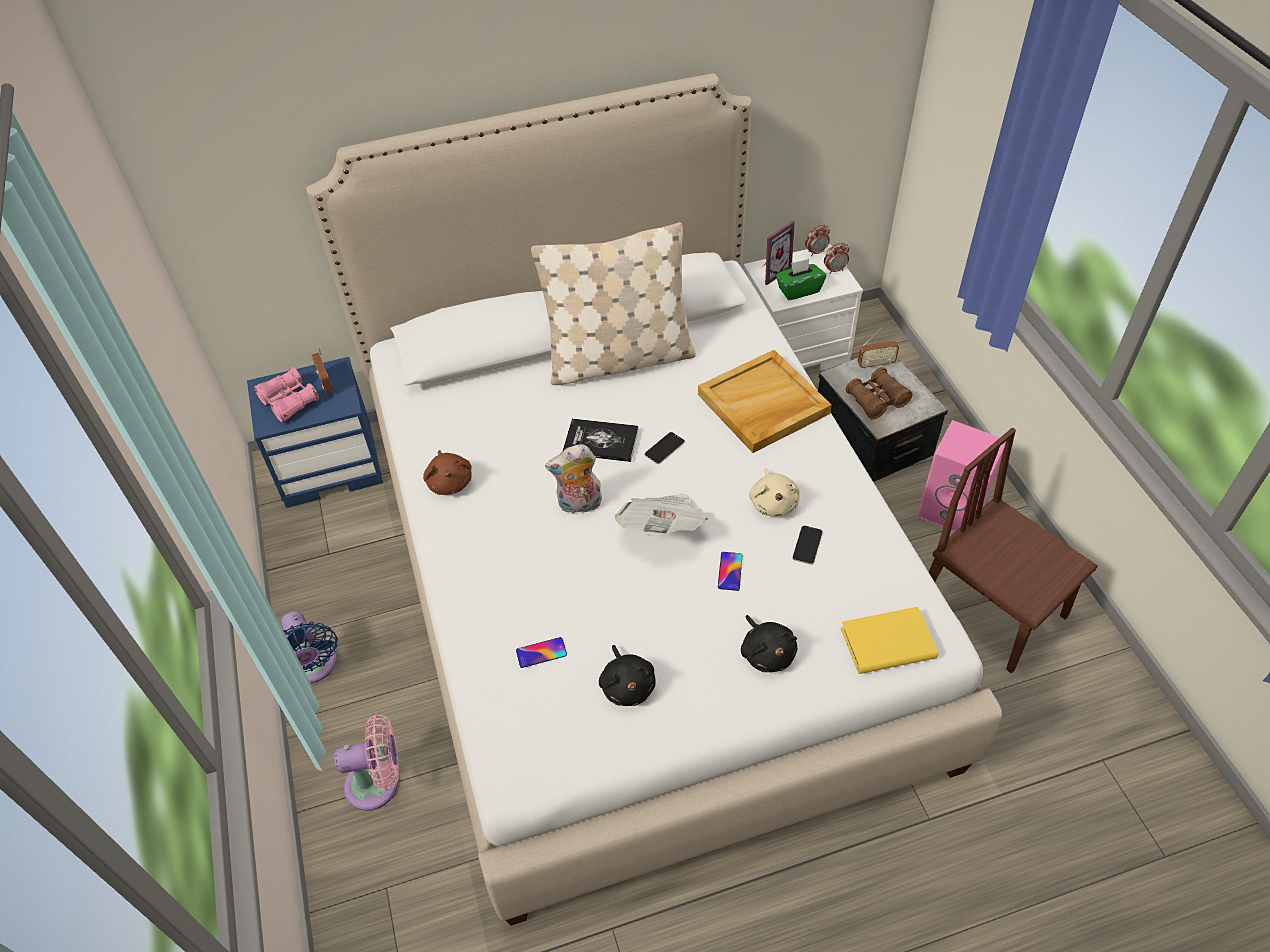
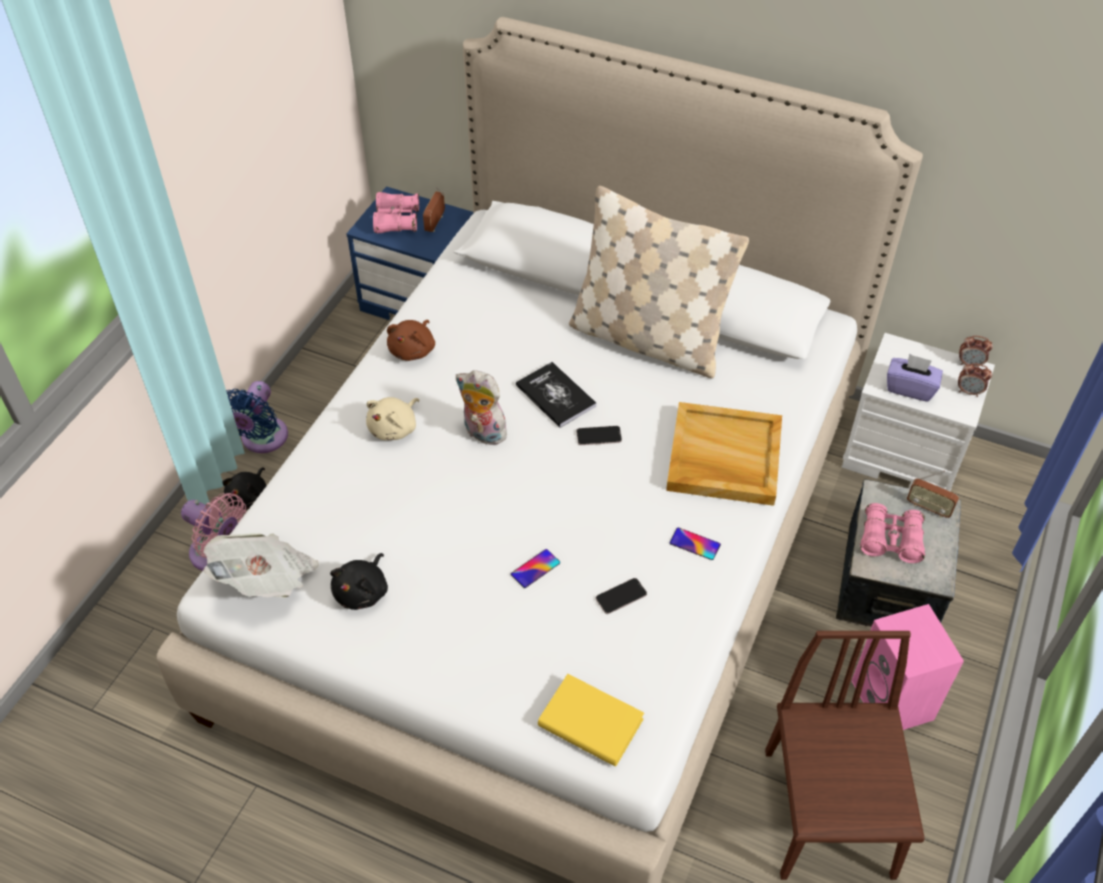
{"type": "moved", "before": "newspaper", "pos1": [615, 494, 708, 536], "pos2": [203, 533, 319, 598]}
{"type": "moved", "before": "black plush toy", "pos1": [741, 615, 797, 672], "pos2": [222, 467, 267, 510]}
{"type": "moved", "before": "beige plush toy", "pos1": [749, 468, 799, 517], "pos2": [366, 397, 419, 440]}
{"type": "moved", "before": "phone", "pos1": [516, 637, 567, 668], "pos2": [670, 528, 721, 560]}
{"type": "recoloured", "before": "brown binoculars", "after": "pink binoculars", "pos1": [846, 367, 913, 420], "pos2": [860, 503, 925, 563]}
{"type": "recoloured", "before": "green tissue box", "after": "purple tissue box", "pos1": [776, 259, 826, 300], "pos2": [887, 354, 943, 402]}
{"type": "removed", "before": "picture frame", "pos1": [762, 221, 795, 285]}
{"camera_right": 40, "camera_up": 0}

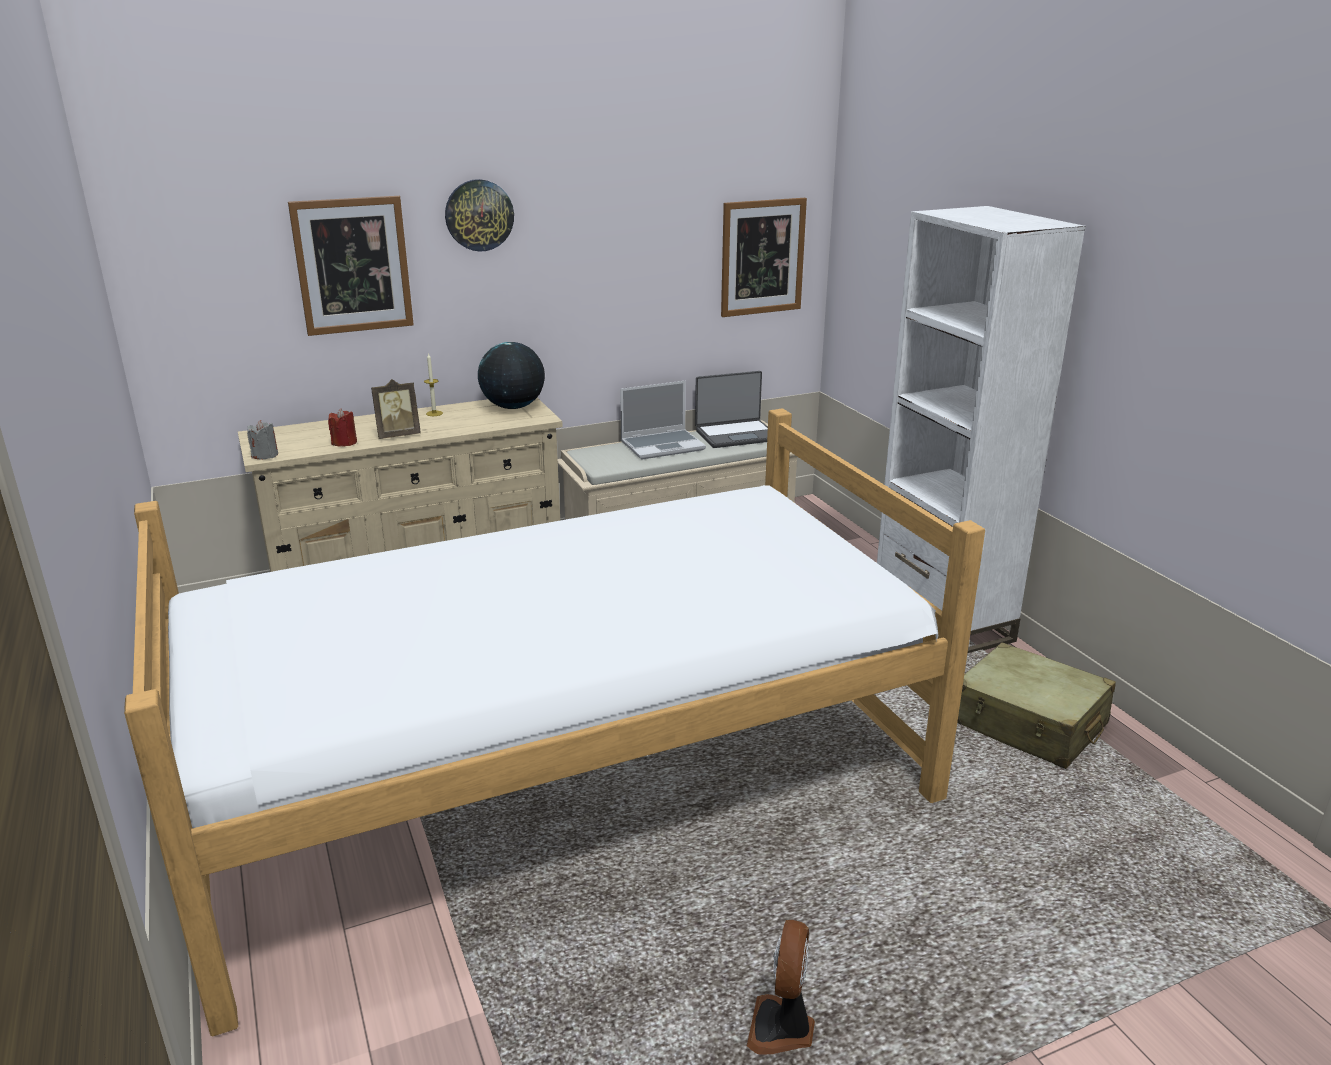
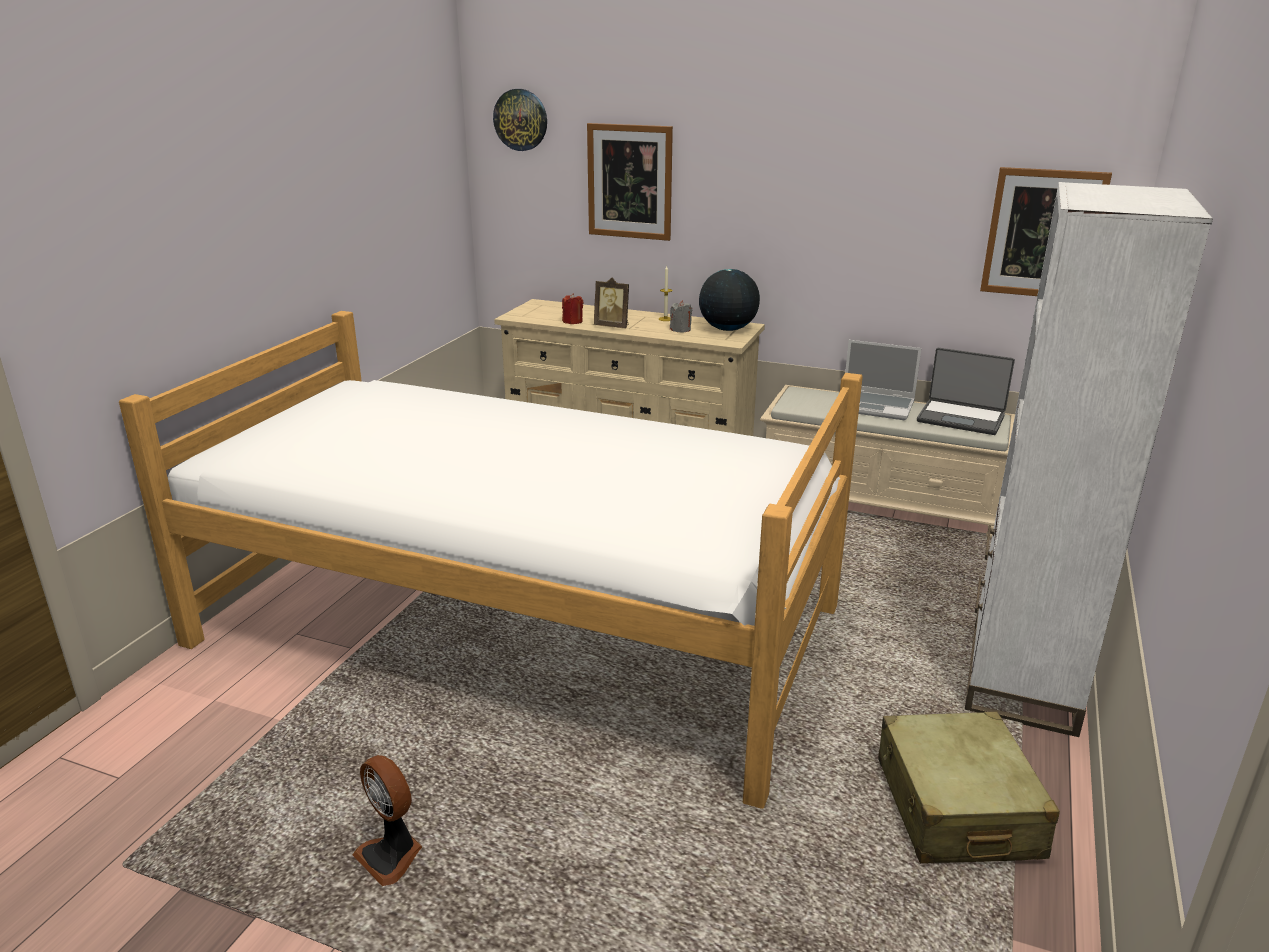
{"type": "turned", "before": "fan", "pos1": [747, 920, 815, 1055], "pos2": [353, 755, 422, 886], "turn": -105}
{"type": "moved", "before": "wall clock", "pos1": [445, 179, 514, 252], "pos2": [493, 89, 547, 151]}
{"type": "moved", "before": "grey candle", "pos1": [247, 420, 278, 459], "pos2": [670, 300, 692, 333]}
{"camera_right": 45, "camera_up": 0}

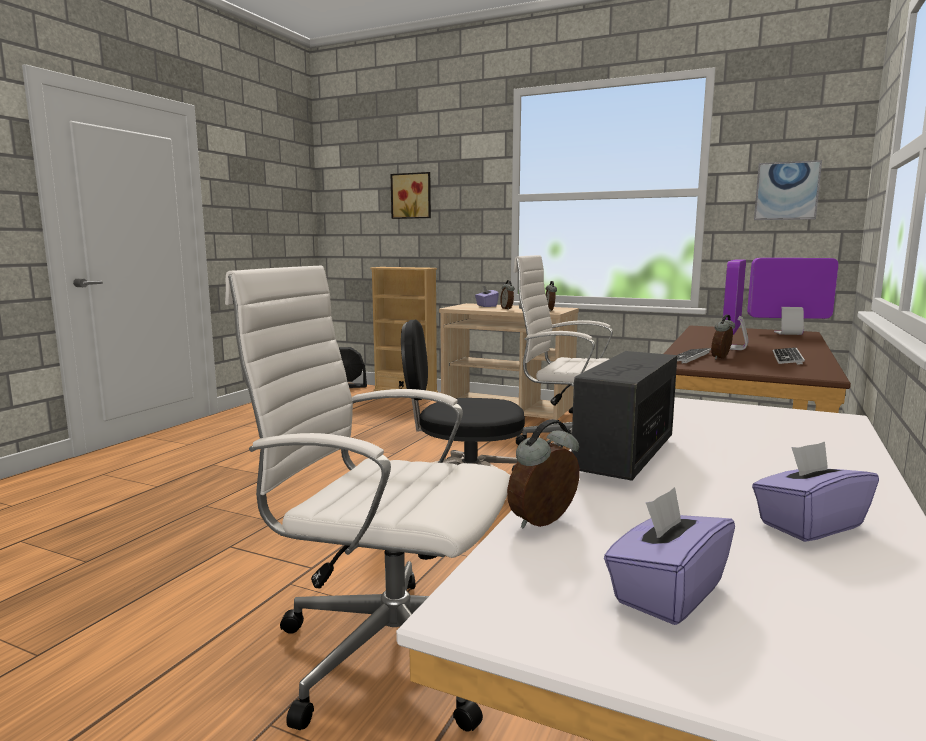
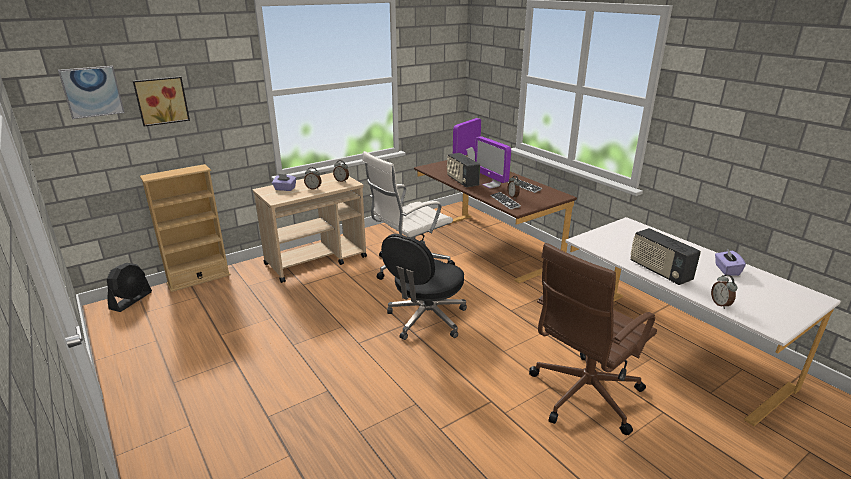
{"type": "moved", "before": "picture", "pos1": [754, 160, 822, 220], "pos2": [58, 66, 125, 119]}
{"type": "added", "after": "radio", "pos2": [447, 153, 480, 188]}
{"type": "recoloured", "before": "white office chair", "after": "brown office chair", "pos1": [225, 265, 510, 732], "pos2": [529, 243, 657, 435]}
{"type": "removed", "before": "purple tissue box", "pos1": [604, 487, 735, 625]}
{"camera_right": -60, "camera_up": 15}

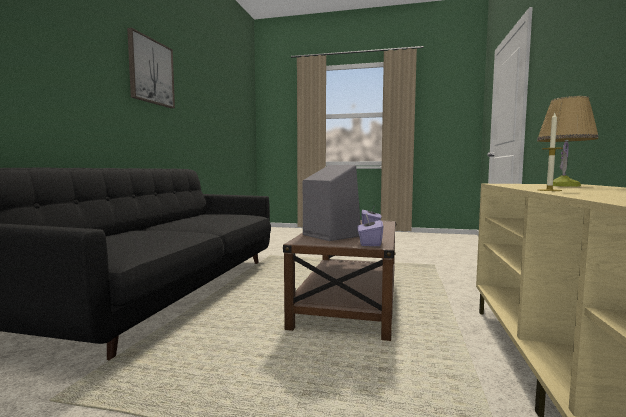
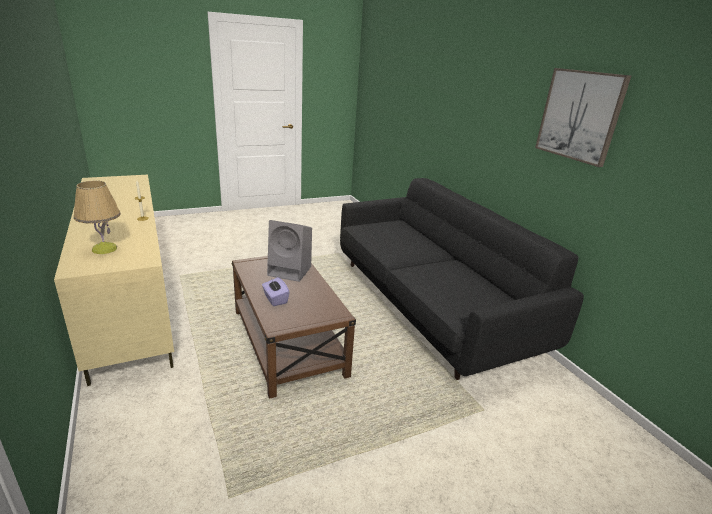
{"type": "removed", "before": "purple tissue box", "pos1": [357, 213, 383, 246]}
{"camera_right": 140, "camera_up": 20}

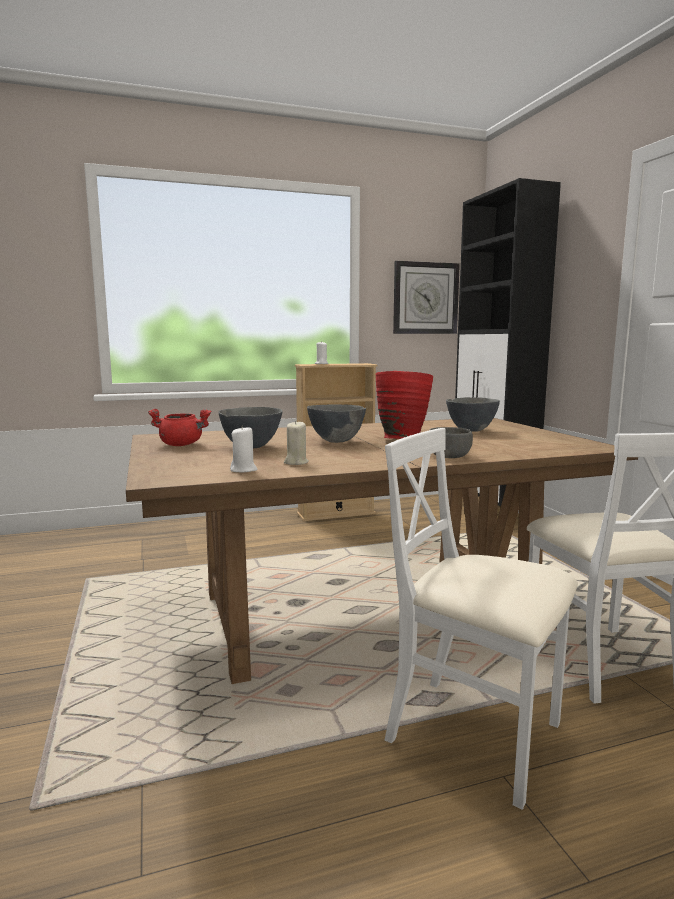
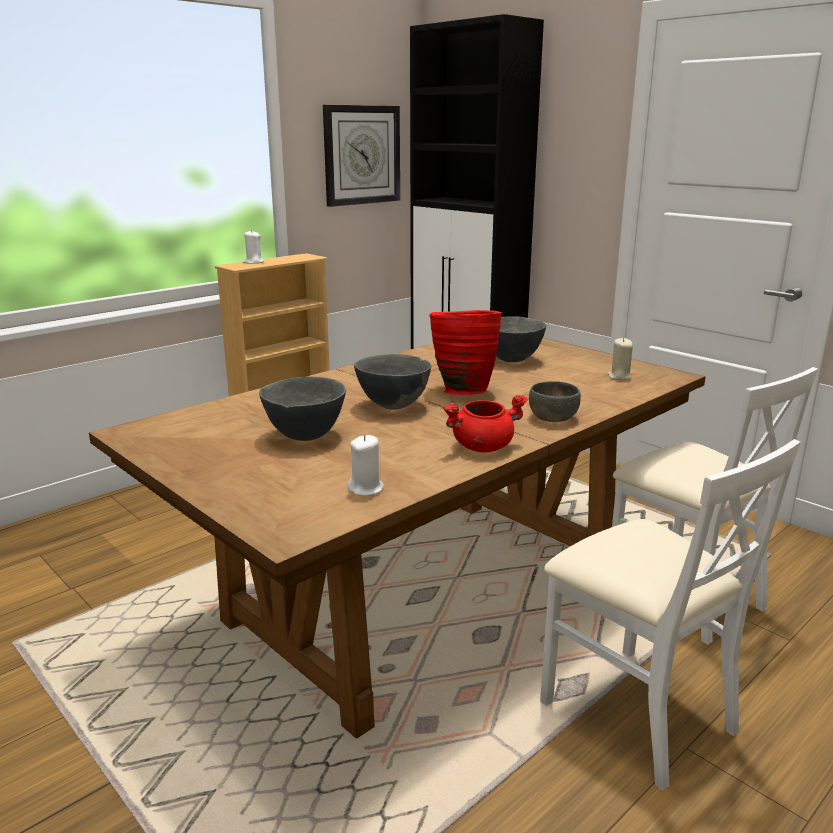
{"type": "moved", "before": "red cooking pot", "pos1": [148, 409, 211, 446], "pos2": [443, 395, 528, 452]}
{"type": "turned", "before": "white chair", "pos1": [385, 428, 578, 810], "pos2": [540, 439, 801, 790], "turn": -135}
{"type": "moved", "before": "beige candle", "pos1": [284, 420, 309, 465], "pos2": [607, 338, 633, 380]}
{"camera_right": -25, "camera_up": 10}

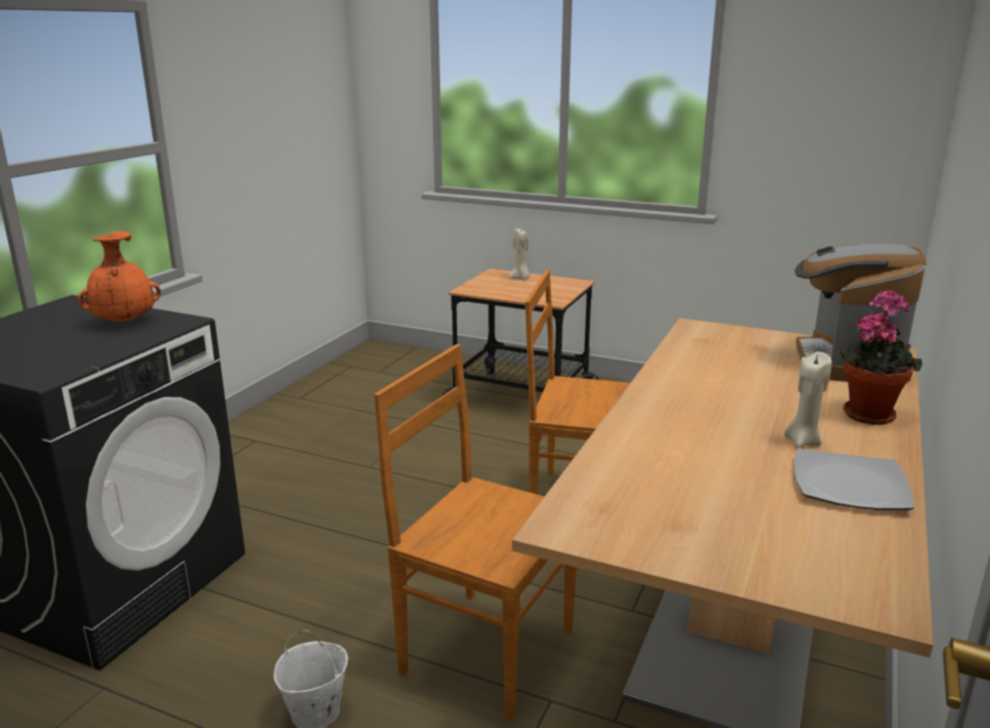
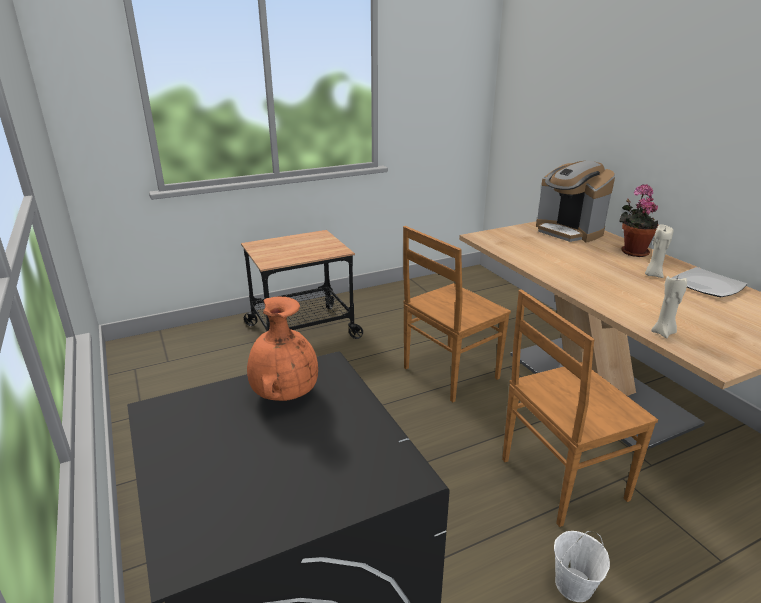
{"type": "moved", "before": "beige candle", "pos1": [509, 229, 531, 279], "pos2": [651, 274, 687, 338]}
{"camera_right": -50, "camera_up": 5}

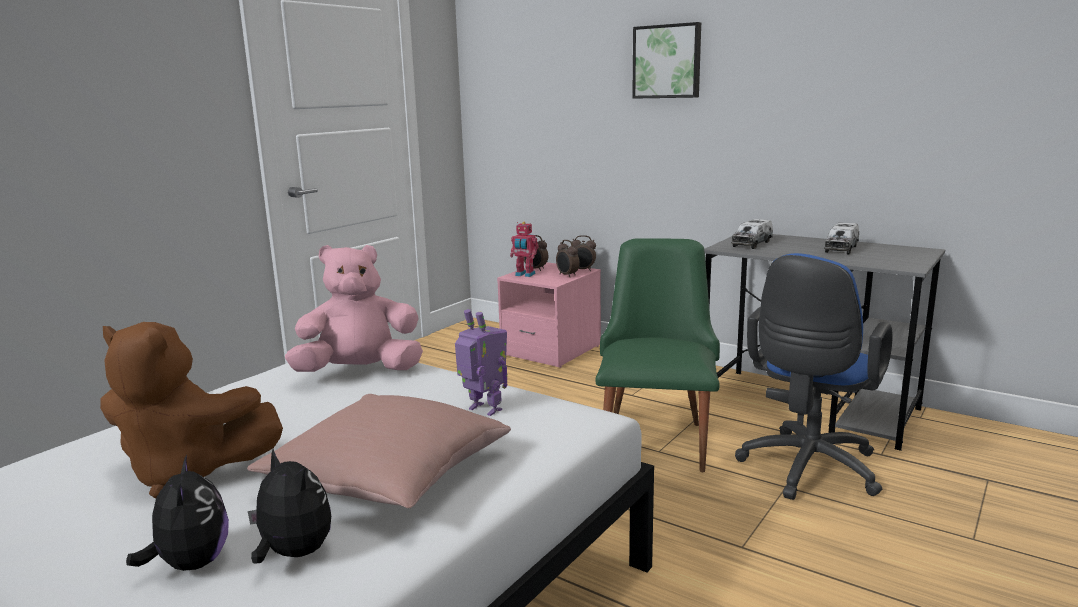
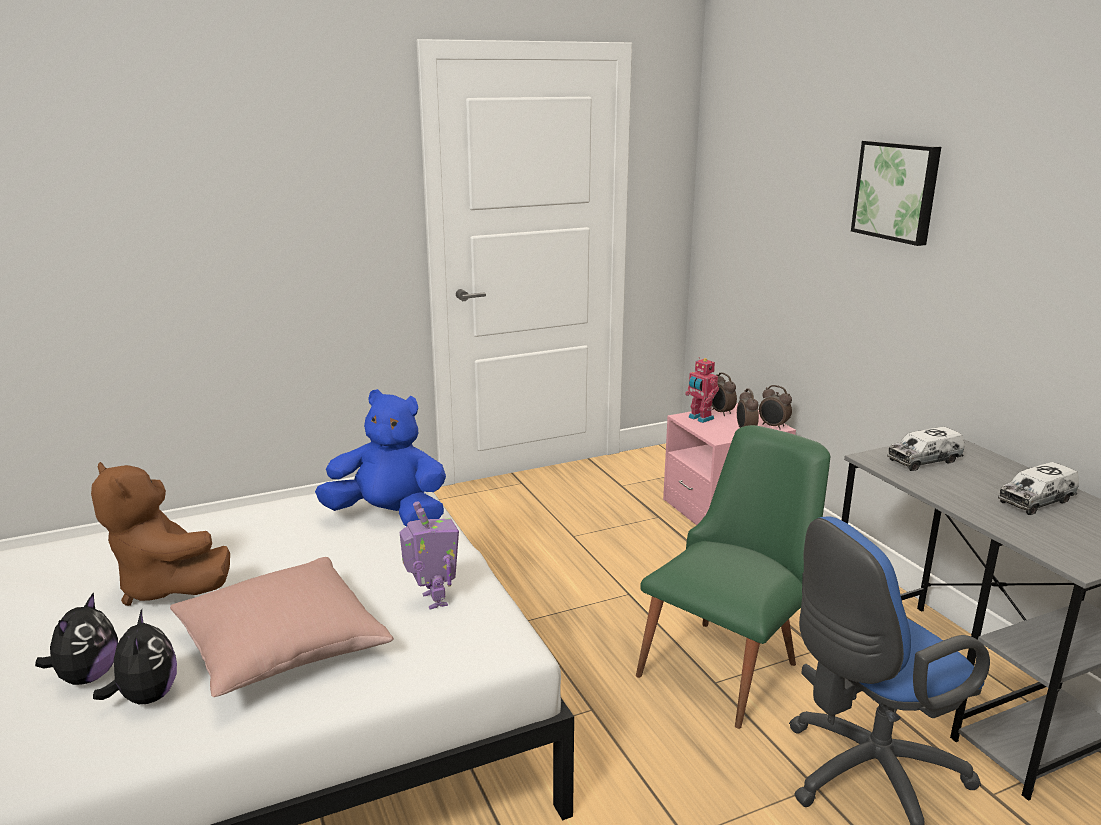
{"type": "recoloured", "before": "pink plush toy", "after": "blue plush toy", "pos1": [285, 245, 423, 372], "pos2": [315, 389, 446, 527]}
{"camera_right": 30, "camera_up": 5}

